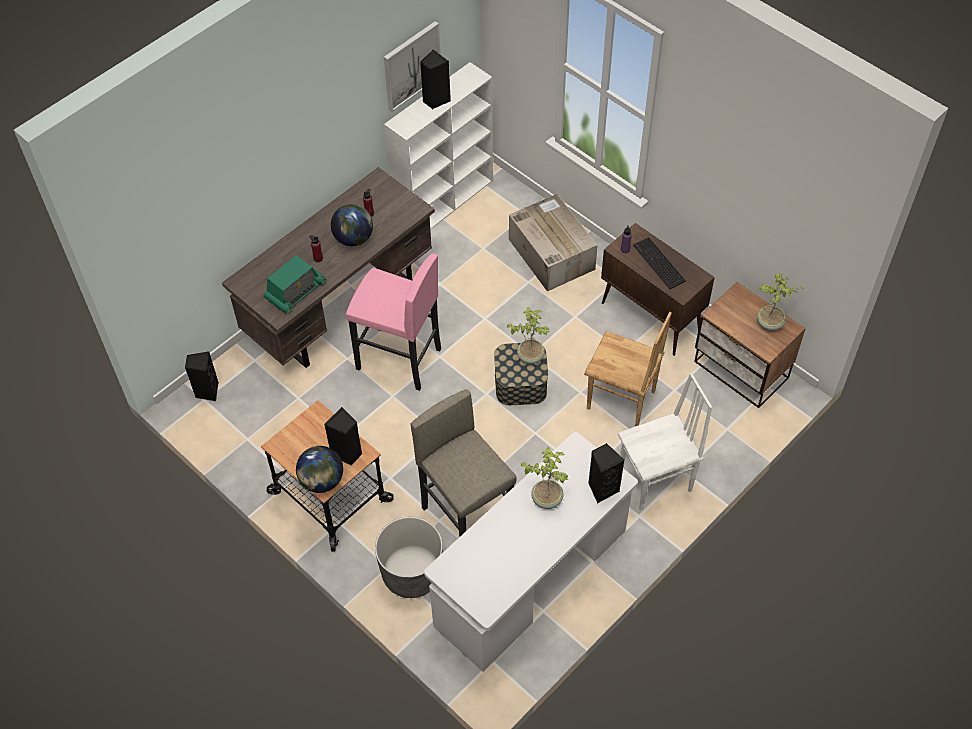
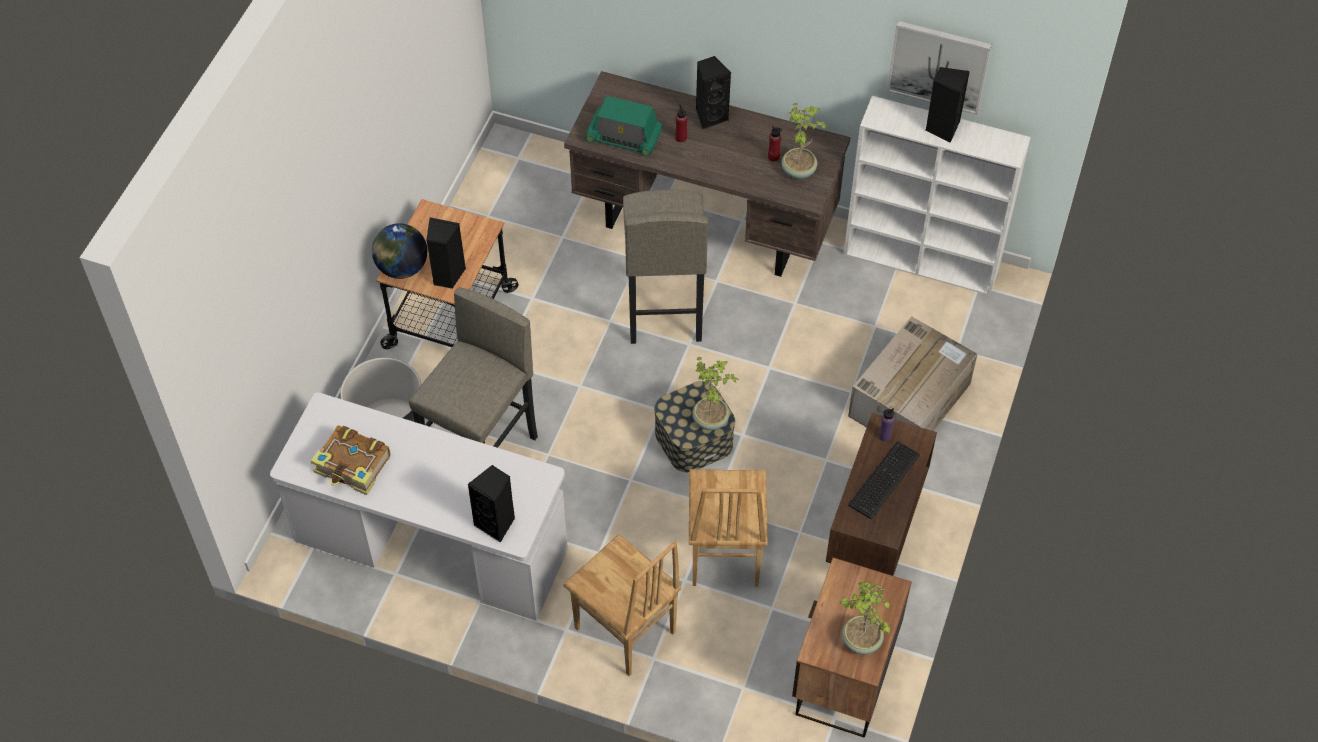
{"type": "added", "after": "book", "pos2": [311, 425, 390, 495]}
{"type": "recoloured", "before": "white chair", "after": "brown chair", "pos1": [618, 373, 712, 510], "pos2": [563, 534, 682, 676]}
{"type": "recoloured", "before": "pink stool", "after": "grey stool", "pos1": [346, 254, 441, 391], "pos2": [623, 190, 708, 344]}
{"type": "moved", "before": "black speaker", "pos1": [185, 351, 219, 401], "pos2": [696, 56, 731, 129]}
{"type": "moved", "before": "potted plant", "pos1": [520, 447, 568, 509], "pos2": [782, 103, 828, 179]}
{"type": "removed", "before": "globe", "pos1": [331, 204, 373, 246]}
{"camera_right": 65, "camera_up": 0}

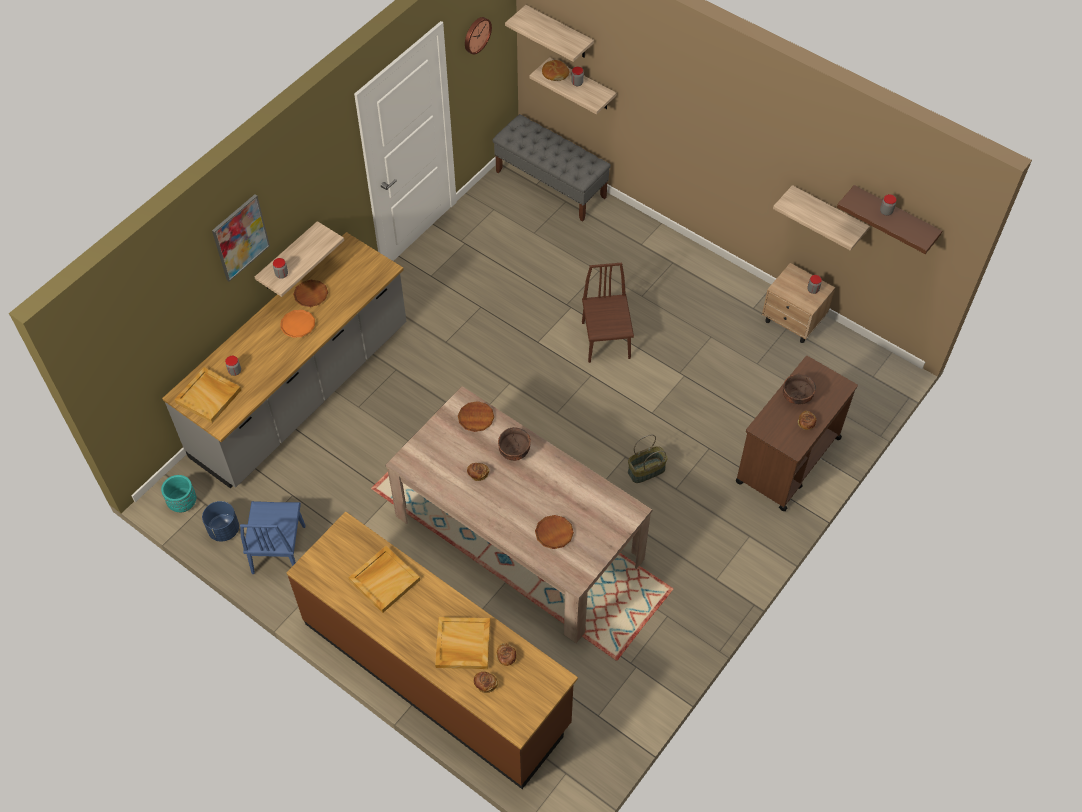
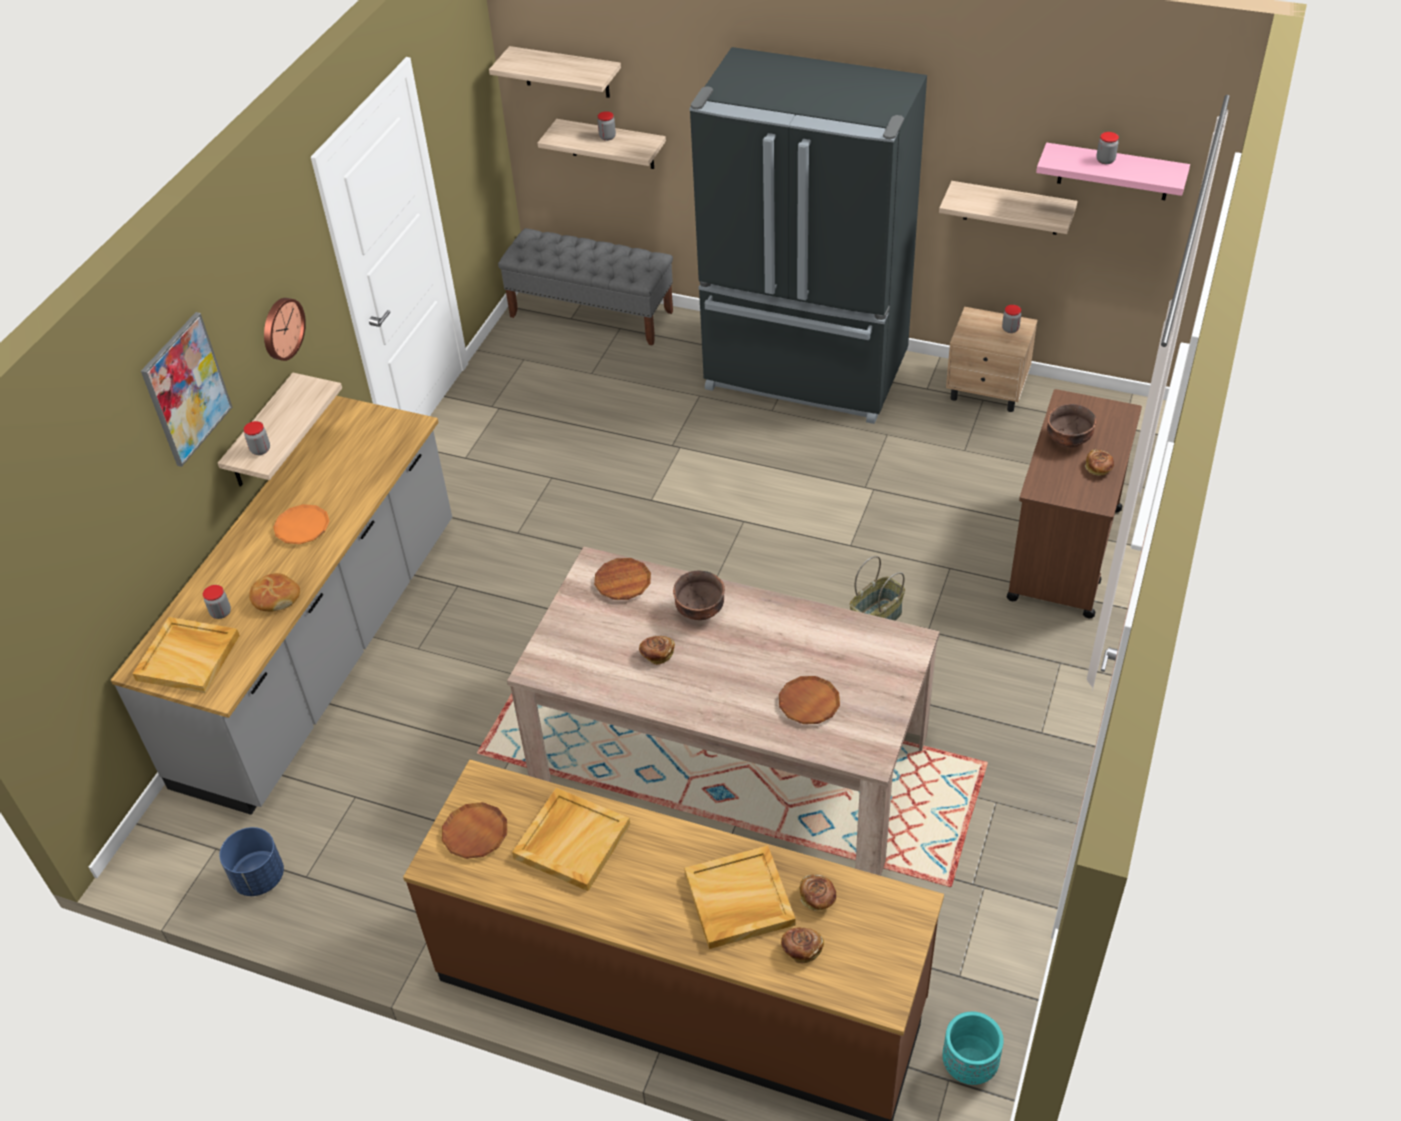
{"type": "moved", "before": "bread", "pos1": [542, 60, 569, 81], "pos2": [249, 573, 300, 611]}
{"type": "moved", "before": "wall clock", "pos1": [465, 17, 492, 54], "pos2": [264, 298, 306, 361]}
{"type": "moved", "before": "brown plate", "pos1": [293, 280, 328, 307], "pos2": [442, 802, 507, 859]}
{"type": "added", "after": "black fridge", "pos2": [689, 47, 927, 424]}
{"type": "moved", "before": "turquoise planter", "pos1": [161, 475, 196, 512], "pos2": [943, 1012, 1004, 1085]}
{"type": "recoloured", "before": "brown shelf", "after": "pink shelf", "pos1": [837, 185, 942, 254], "pos2": [1036, 142, 1190, 200]}
{"type": "removed", "before": "blue chair", "pos1": [240, 501, 306, 574]}
{"type": "removed", "before": "brown chair", "pos1": [582, 263, 634, 363]}
{"camera_right": -15, "camera_up": -10}

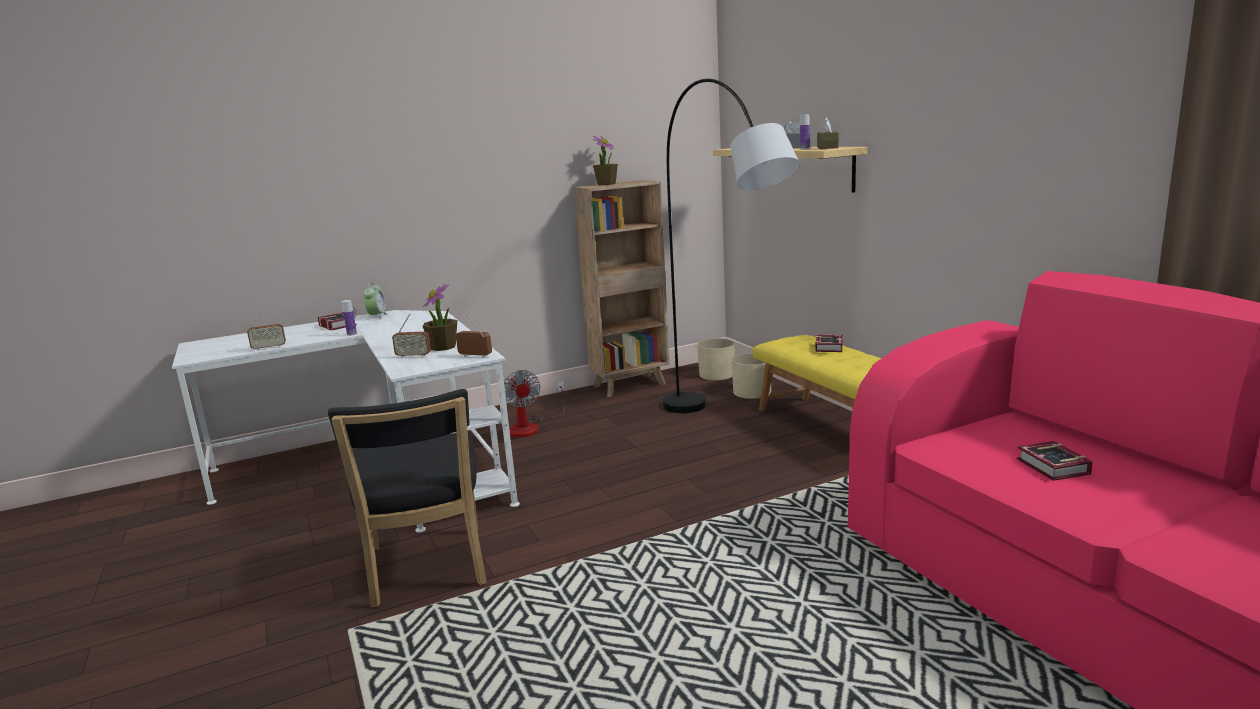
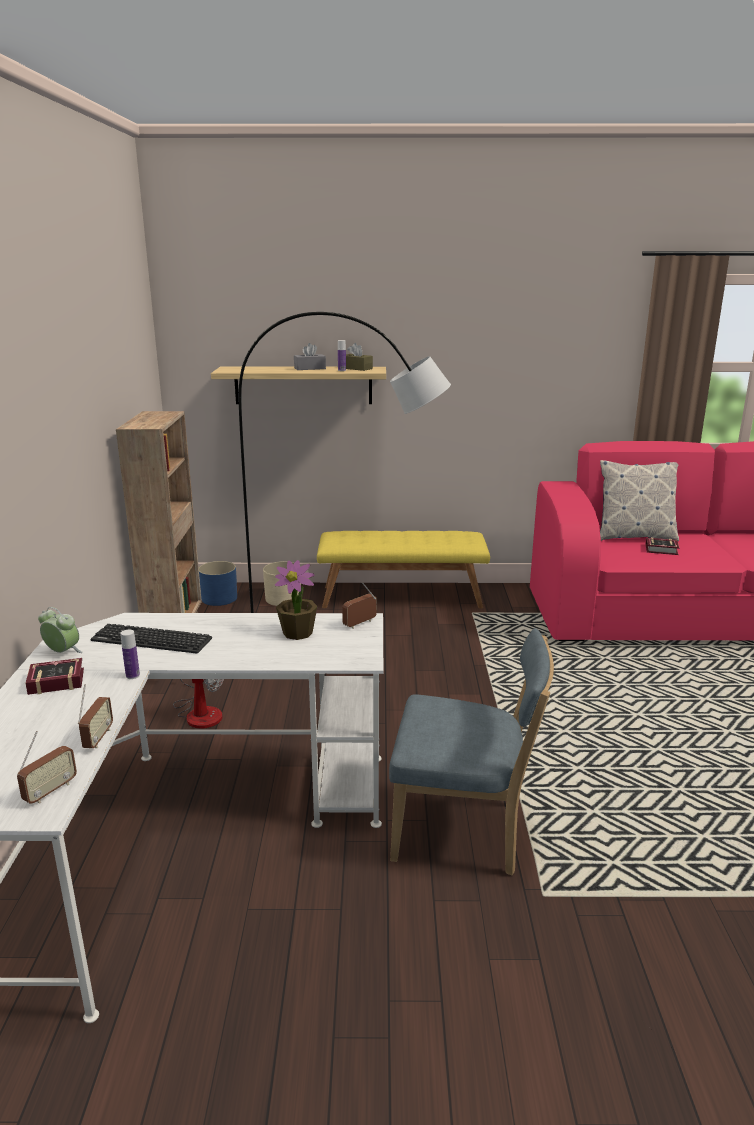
{"type": "moved", "before": "radio", "pos1": [392, 314, 431, 358], "pos2": [17, 731, 77, 804]}
{"type": "added", "after": "keyboard", "pos2": [91, 624, 212, 654]}
{"type": "recoloured", "before": "beige planter", "after": "blue planter", "pos1": [697, 338, 734, 380], "pos2": [199, 561, 237, 606]}
{"type": "recoloured", "before": "black chair", "after": "blue chair", "pos1": [328, 389, 487, 607], "pos2": [389, 628, 554, 875]}
{"type": "added", "after": "pillow", "pos2": [600, 460, 679, 541]}
{"type": "removed", "before": "potted plant", "pos1": [593, 136, 618, 185]}
{"type": "removed", "before": "book", "pos1": [815, 335, 843, 352]}
{"camera_right": -65, "camera_up": 5}

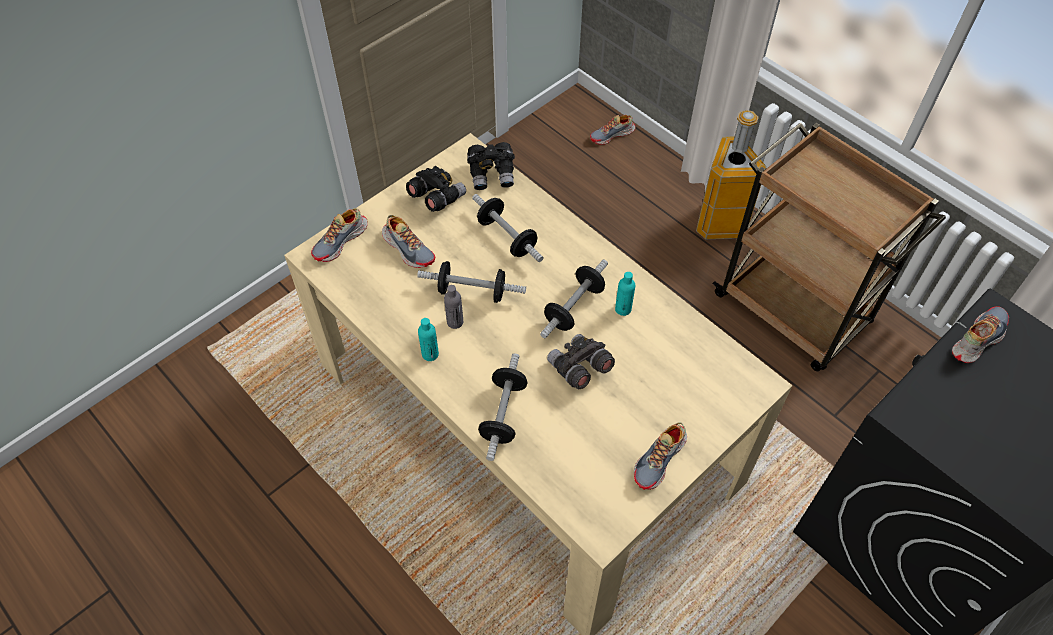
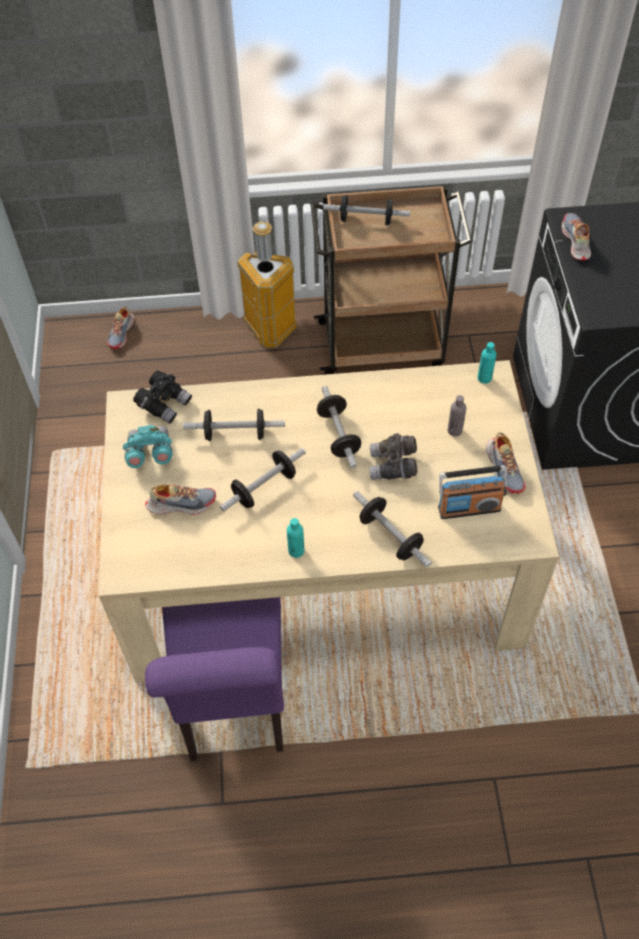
{"type": "recoloured", "before": "black binoculars", "after": "turquoise binoculars", "pos1": [406, 165, 466, 212], "pos2": [123, 425, 172, 468]}
{"type": "added", "after": "purple chair", "pos2": [145, 597, 284, 761]}
{"type": "added", "after": "dumbbell", "pos2": [323, 195, 410, 226]}
{"type": "added", "after": "radio", "pos2": [438, 465, 507, 519]}
{"type": "moved", "before": "grey bottle", "pos1": [444, 285, 463, 329], "pos2": [448, 395, 466, 436]}
{"type": "moved", "before": "turquoise bottle", "pos1": [615, 272, 635, 316], "pos2": [477, 342, 496, 384]}
{"type": "removed", "before": "shoe", "pos1": [311, 208, 368, 262]}
{"camera_right": -50, "camera_up": 0}

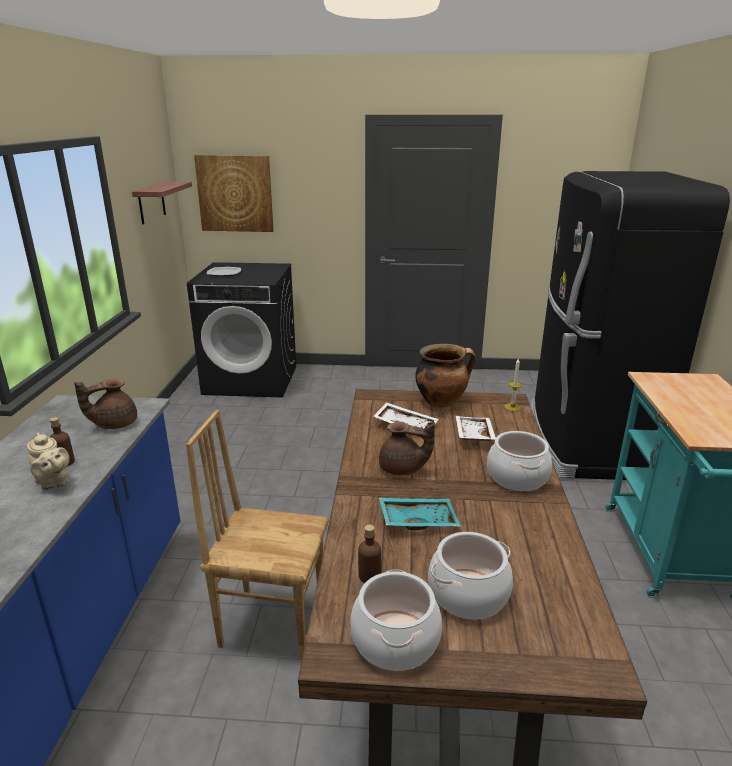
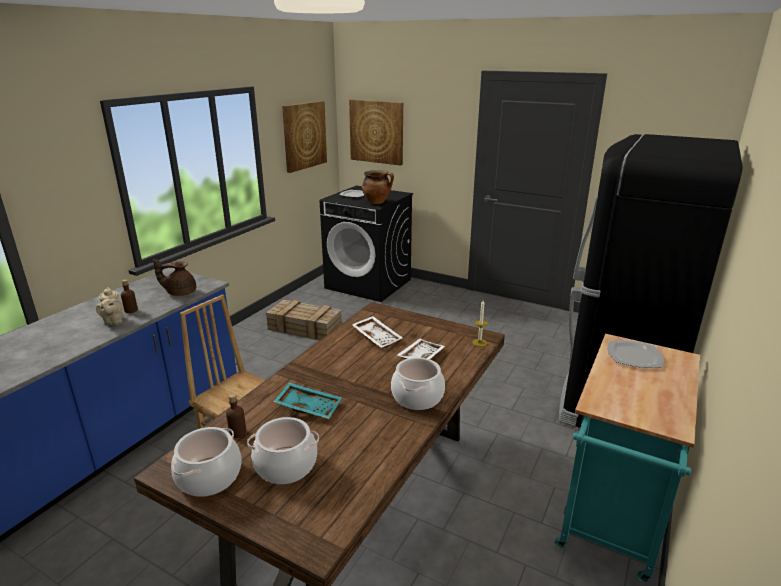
{"type": "added", "after": "crate", "pos2": [266, 300, 342, 340]}
{"type": "replaced", "before": "shelf", "after": "picture", "pos1": [132, 182, 192, 224], "pos2": [282, 101, 327, 173]}
{"type": "moved", "before": "cooking pot", "pos1": [415, 344, 476, 408], "pos2": [362, 170, 394, 204]}
{"type": "added", "after": "plate", "pos2": [607, 340, 664, 368]}
{"type": "removed", "before": "brown teapot", "pos1": [379, 422, 435, 476]}
{"camera_right": 25, "camera_up": 0}

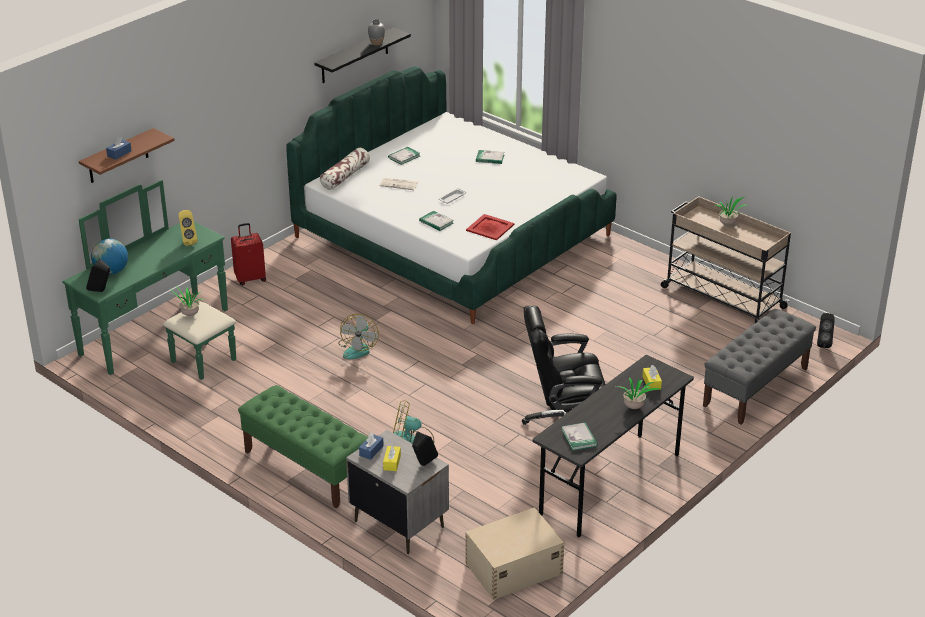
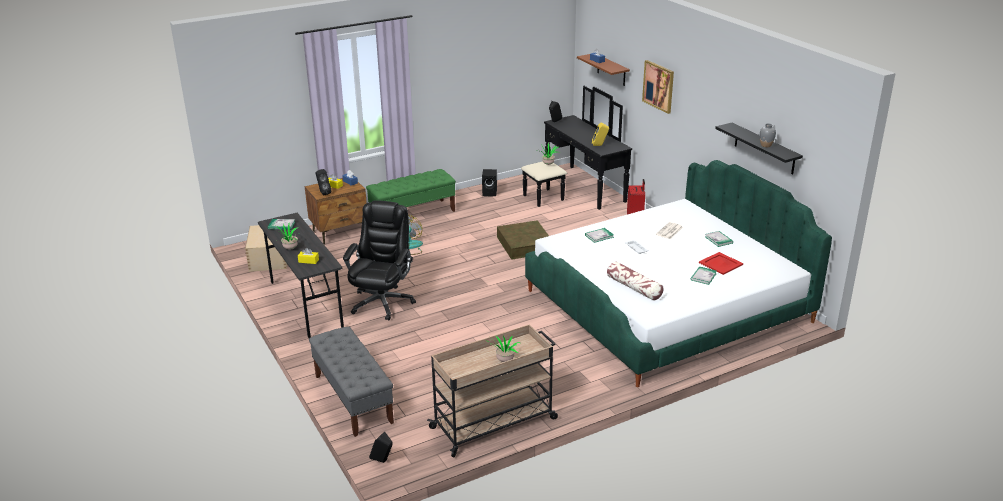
{"type": "recoloured", "before": "grey nightstand", "after": "brown nightstand", "pos1": [346, 430, 449, 554], "pos2": [305, 178, 367, 244]}
{"type": "added", "after": "black speaker", "pos2": [482, 169, 497, 196]}
{"type": "replaced", "before": "fan", "after": "brown storage box", "pos1": [338, 314, 379, 359], "pos2": [497, 220, 549, 260]}
{"type": "recoloured", "before": "green dresser", "after": "black dresser", "pos1": [63, 180, 236, 380], "pos2": [521, 86, 632, 210]}
{"type": "moved", "before": "pillow", "pos1": [320, 148, 370, 190], "pos2": [607, 261, 663, 301]}
{"type": "added", "after": "picture", "pos2": [642, 60, 674, 114]}
{"type": "moved", "before": "red tray", "pos1": [466, 214, 514, 240], "pos2": [699, 252, 743, 275]}
{"type": "removed", "before": "globe", "pos1": [91, 239, 128, 275]}
{"camera_right": 110, "camera_up": -5}

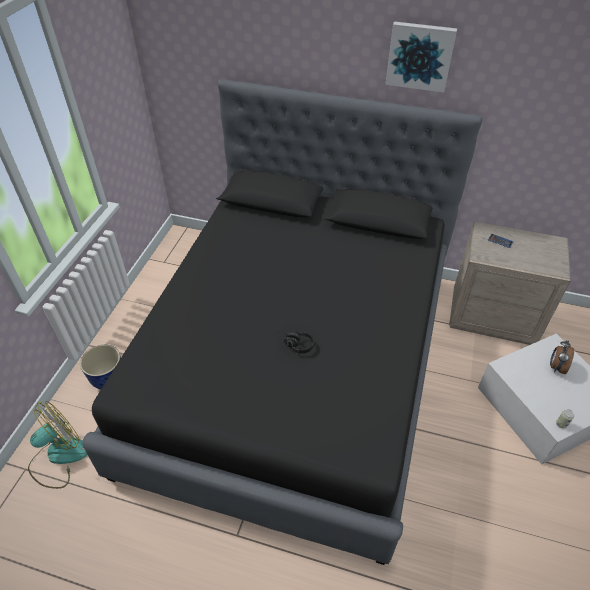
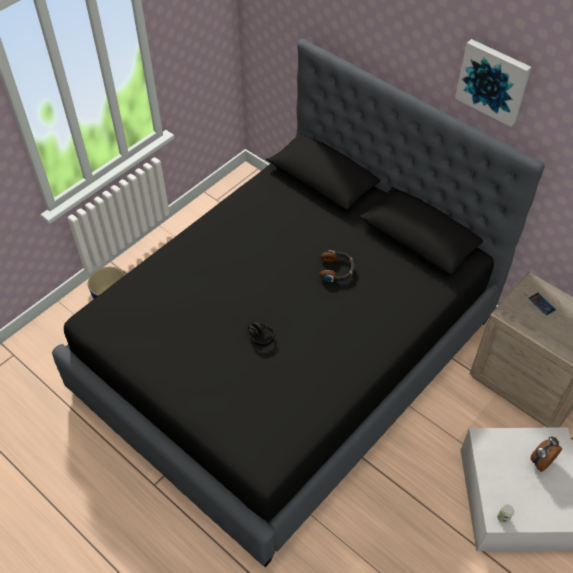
{"type": "added", "after": "headphones", "pos2": [319, 250, 355, 282]}
{"type": "removed", "before": "fan", "pos1": [28, 401, 87, 489]}
{"camera_right": 25, "camera_up": 5}

